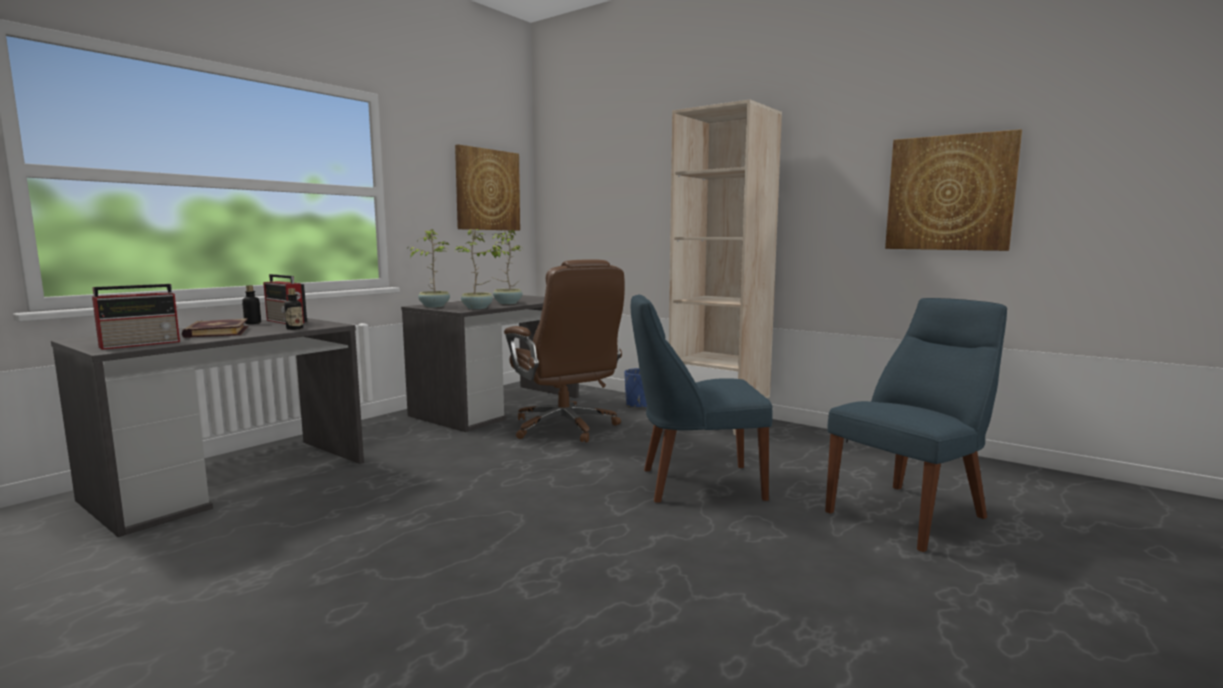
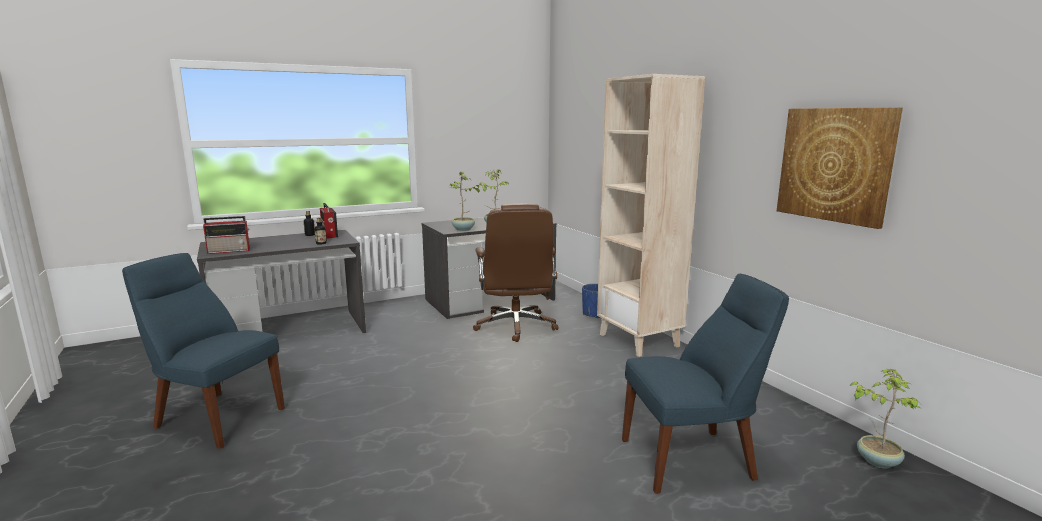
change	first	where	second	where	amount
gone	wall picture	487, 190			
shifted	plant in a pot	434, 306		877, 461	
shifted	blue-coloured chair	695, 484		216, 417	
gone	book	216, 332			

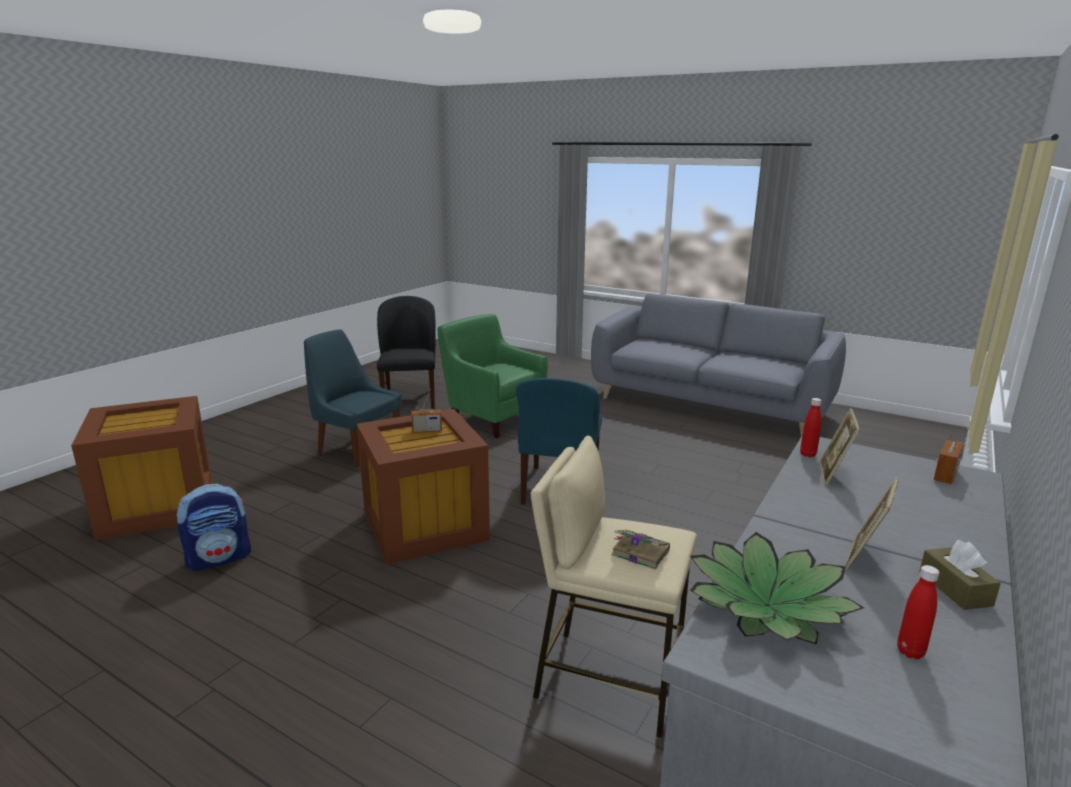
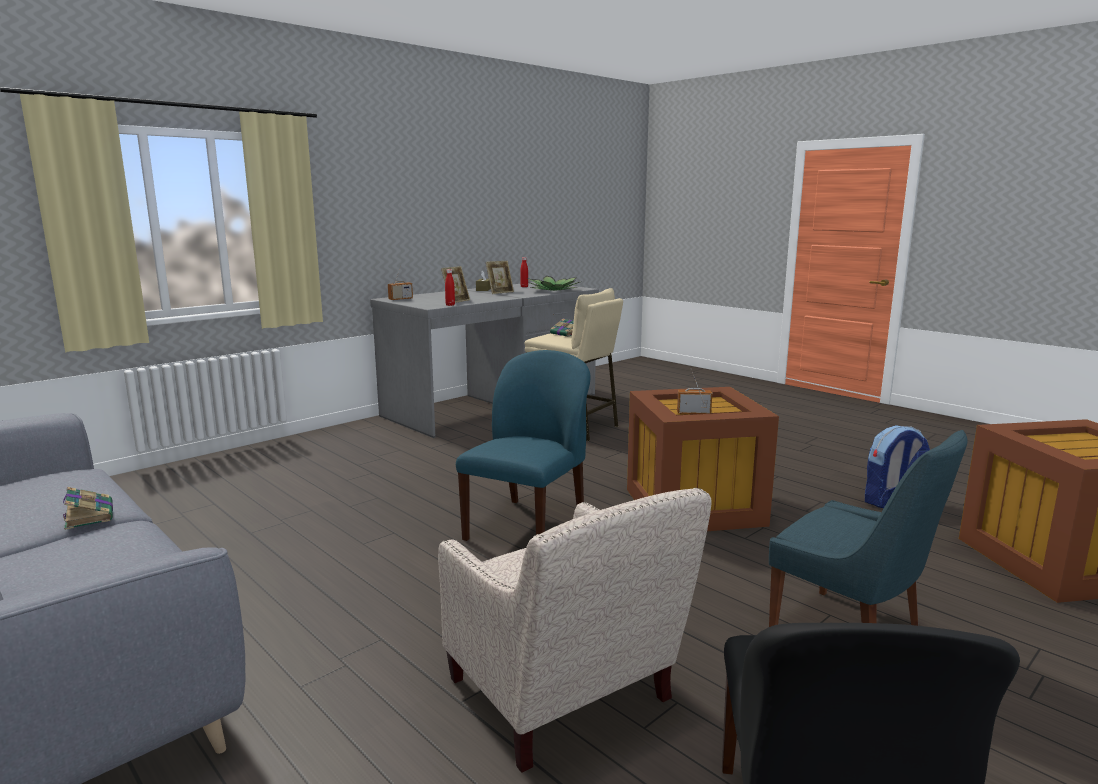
change	first	where	second	where	amount
repainted	green-coloured easy chair	494, 418	beige easy chair	564, 699	
new			book	89, 515	

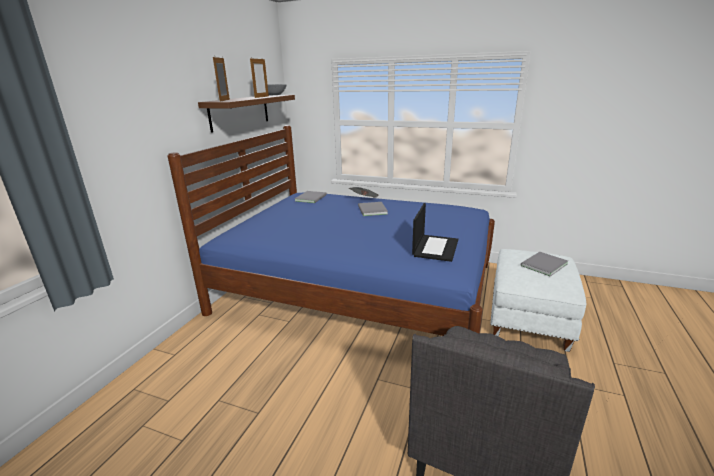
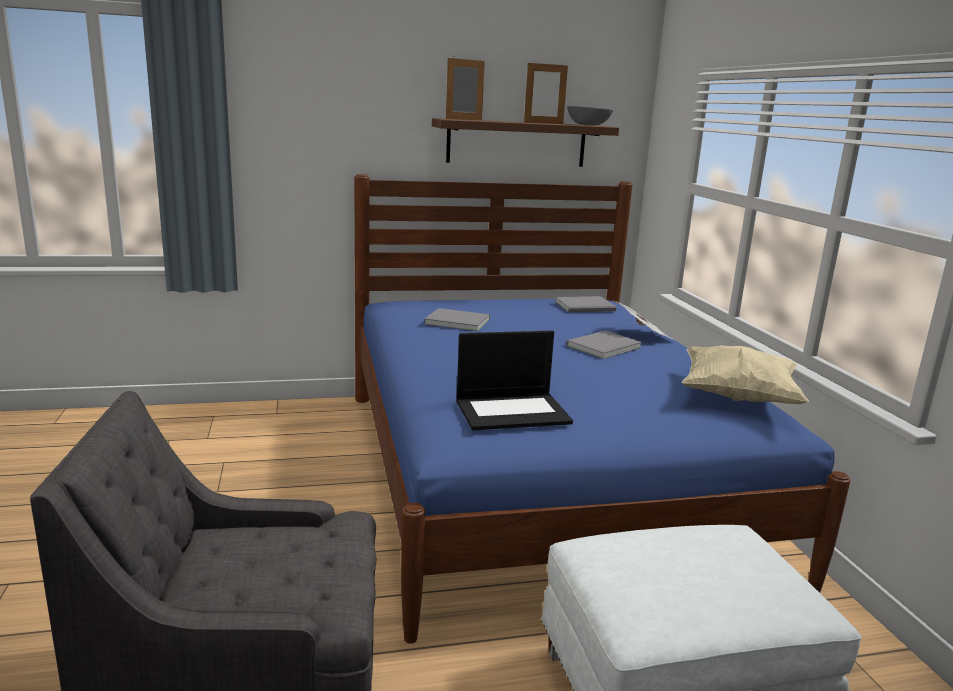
change	first	where	second	where	amount
shifted	grey book	542, 265		456, 321	
new			beige pillow	737, 397	

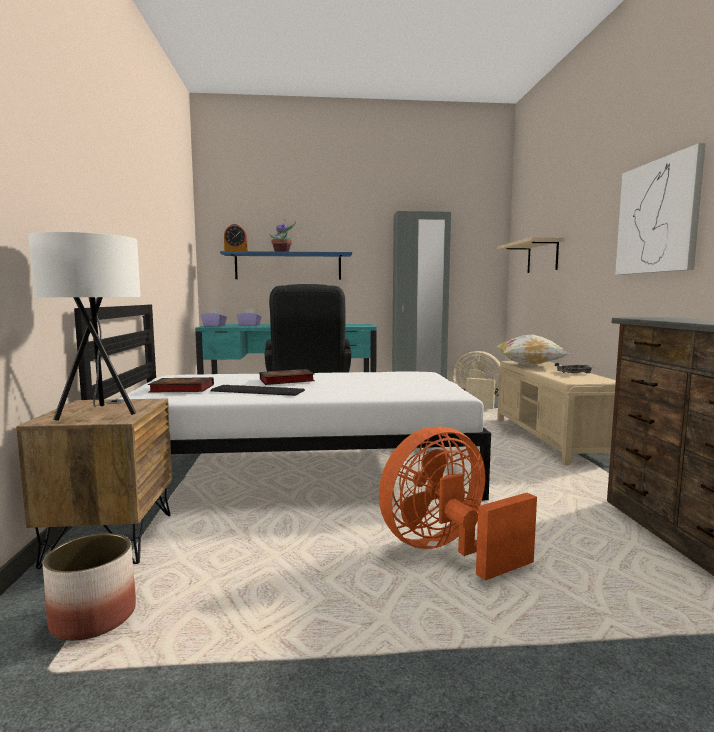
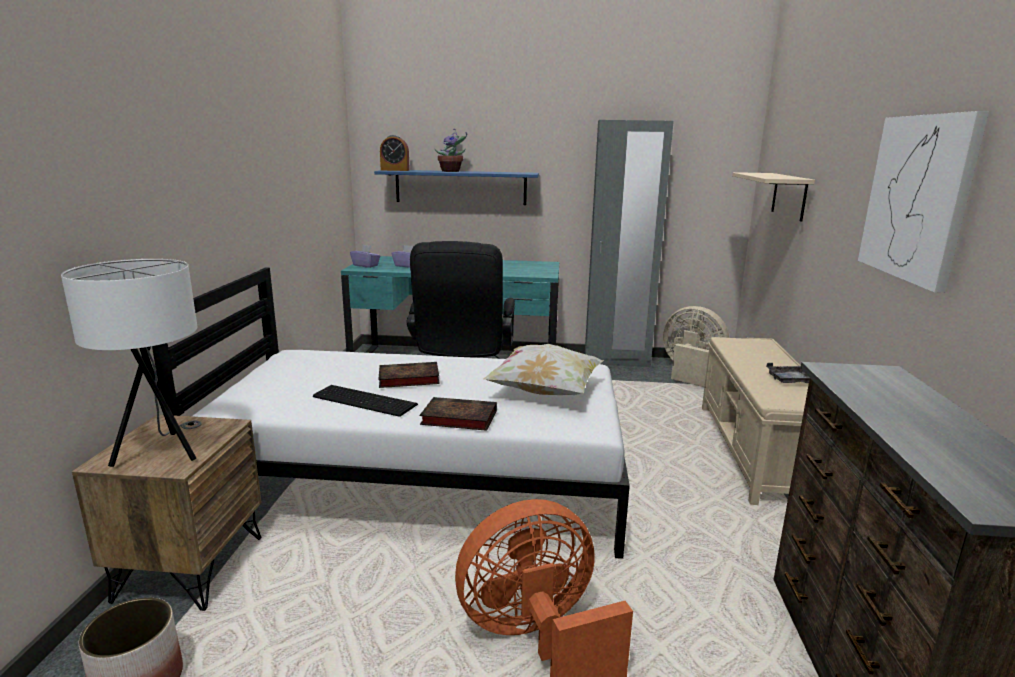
change	first	where	second	where	amount
shifted	pillow	530, 365		545, 392	
shifted	book	180, 389		457, 418	

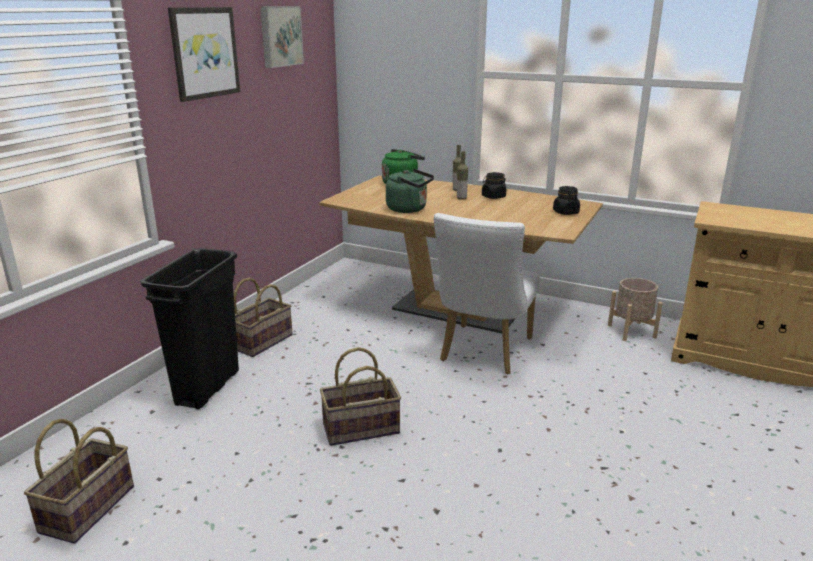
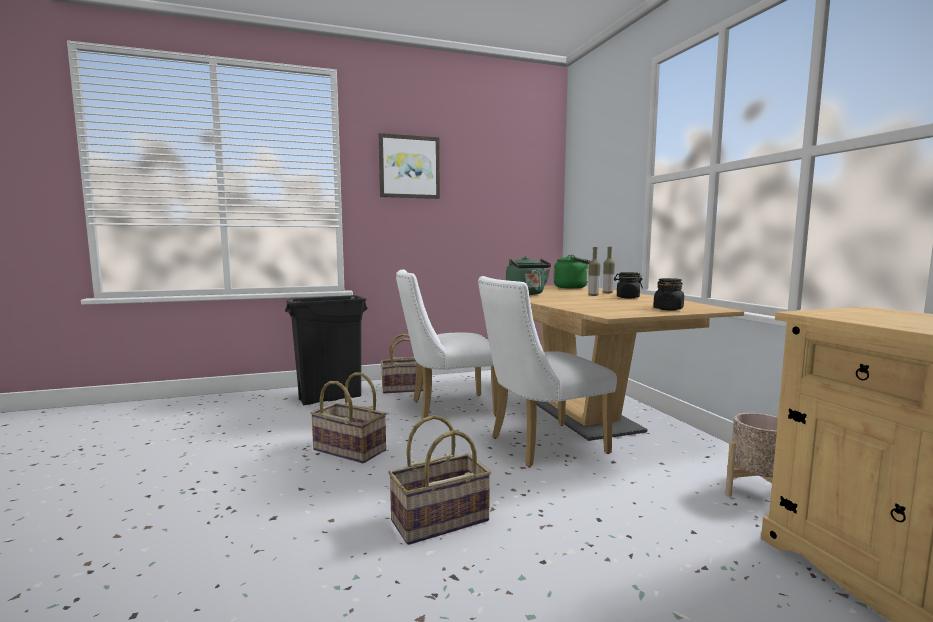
change	first	where	second	where	amount
gone	wall picture	280, 36			
shifted	storage basket	88, 509		440, 521	
new			whitish chair	446, 408	

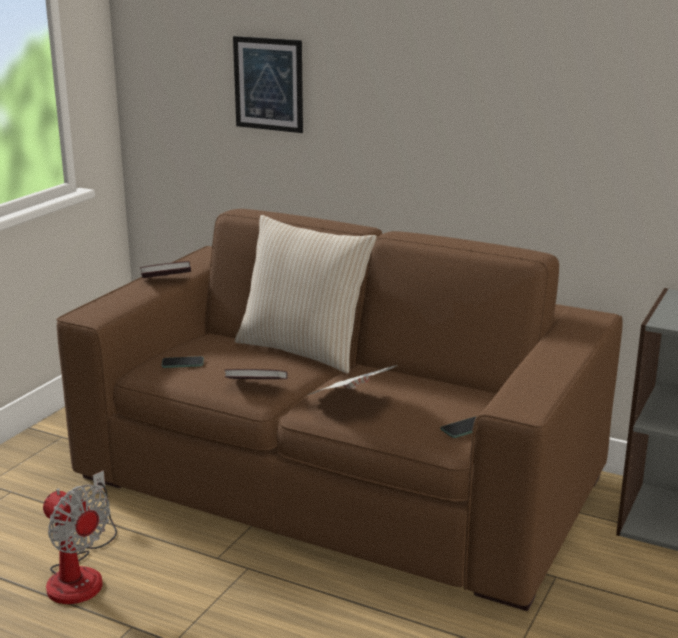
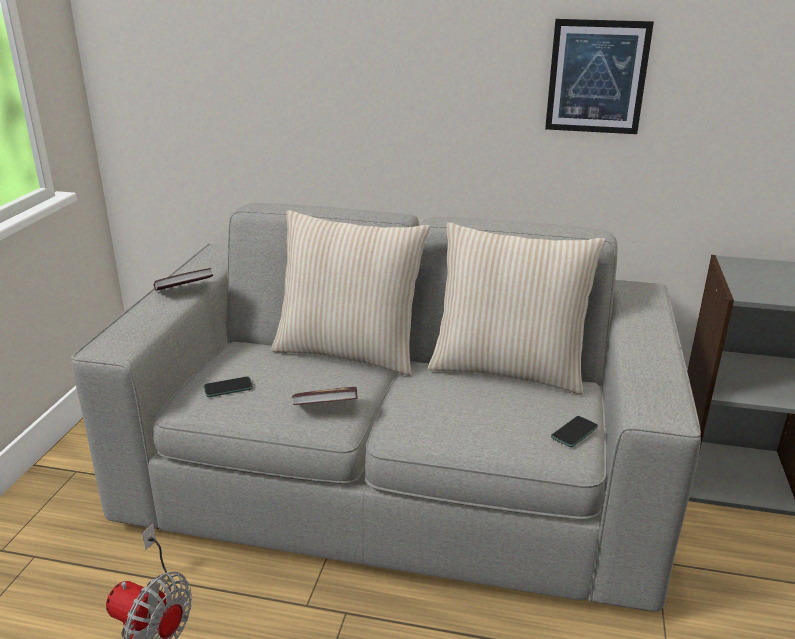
change	first	where	second	where	amount
shifted	wall picture	268, 84		597, 77	
repainted	brown-coloured sofa	340, 480	grey sofa	397, 479	
gone	daily paper	350, 403			
new			beige pillow	508, 369	

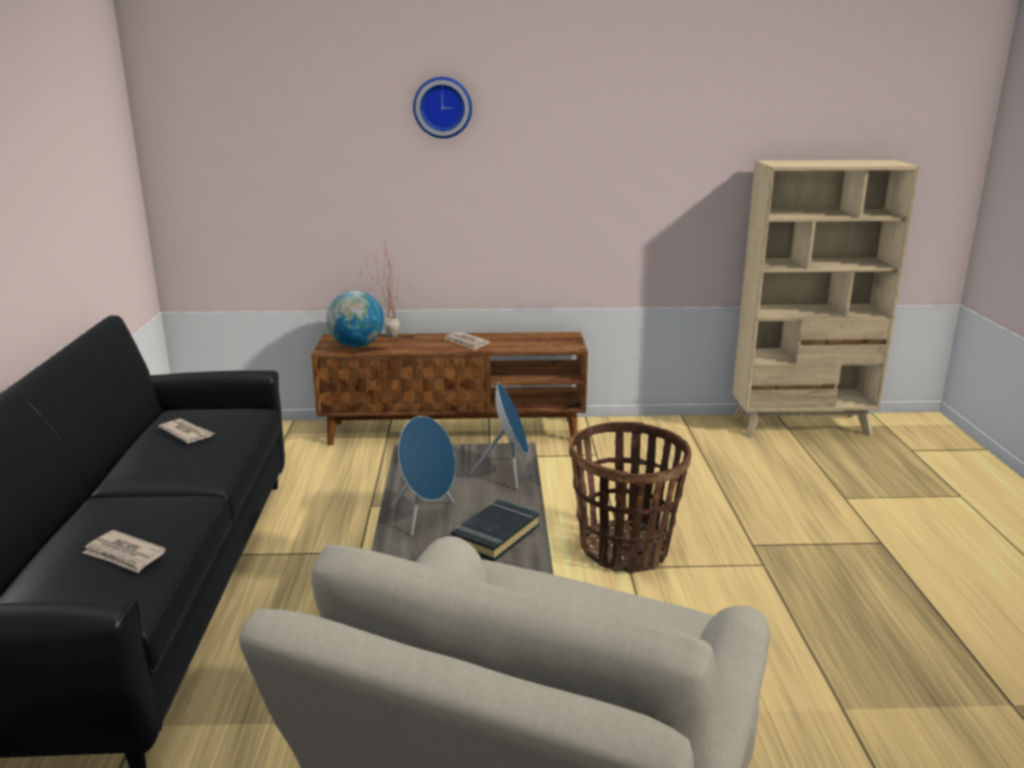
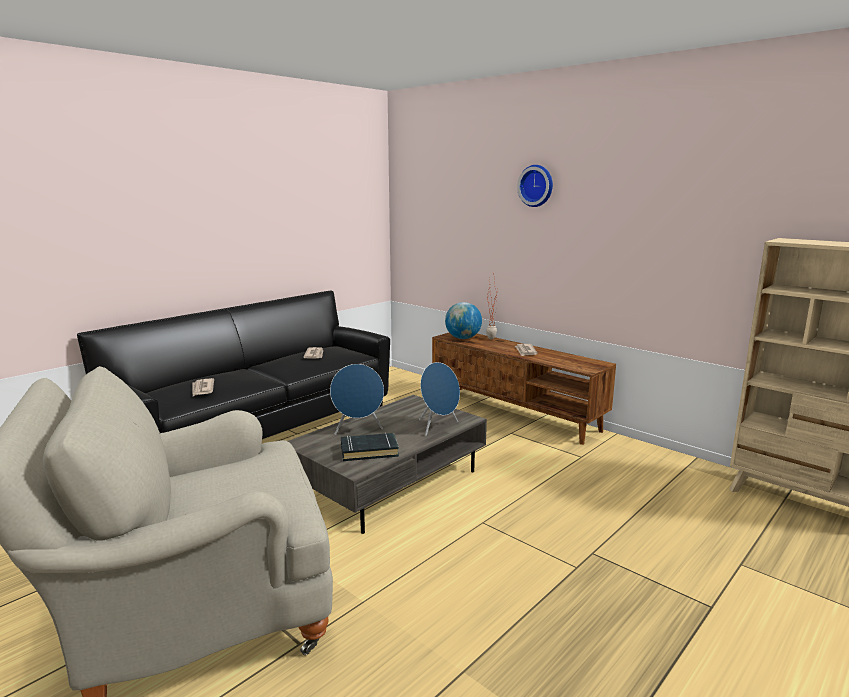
change	first	where	second	where	amount
gone	storage basket	624, 549			

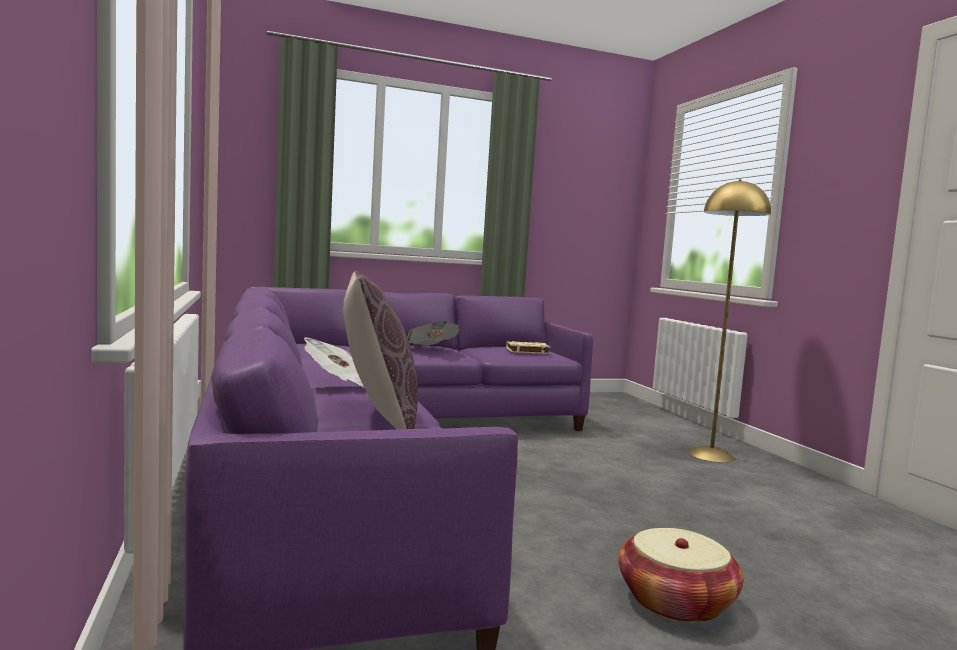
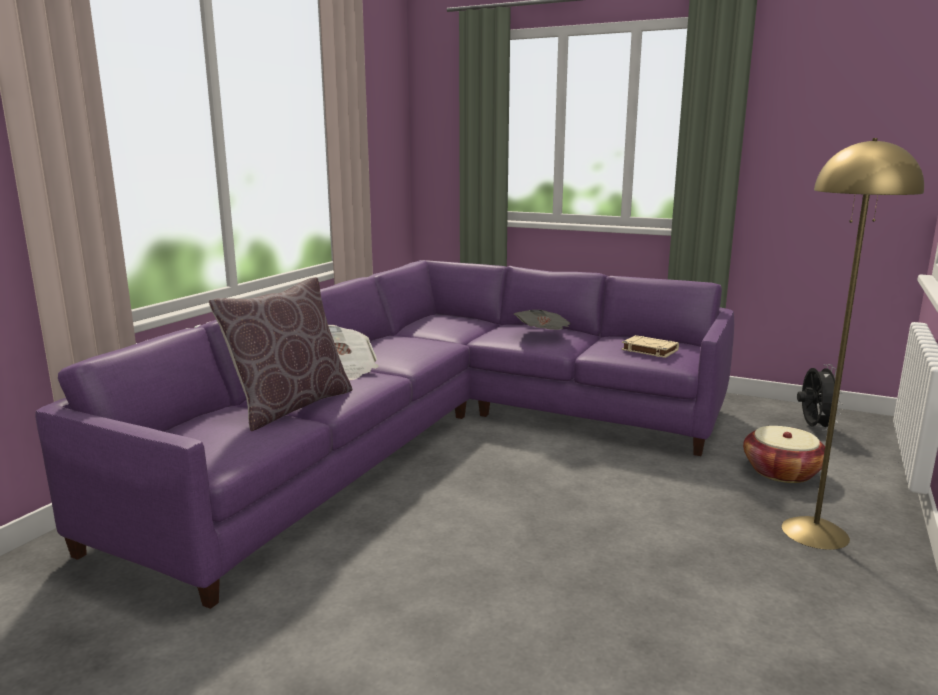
change	first	where	second	where	amount
shifted	storage basket	675, 602		781, 472	
new			blackish electric fan	813, 428	

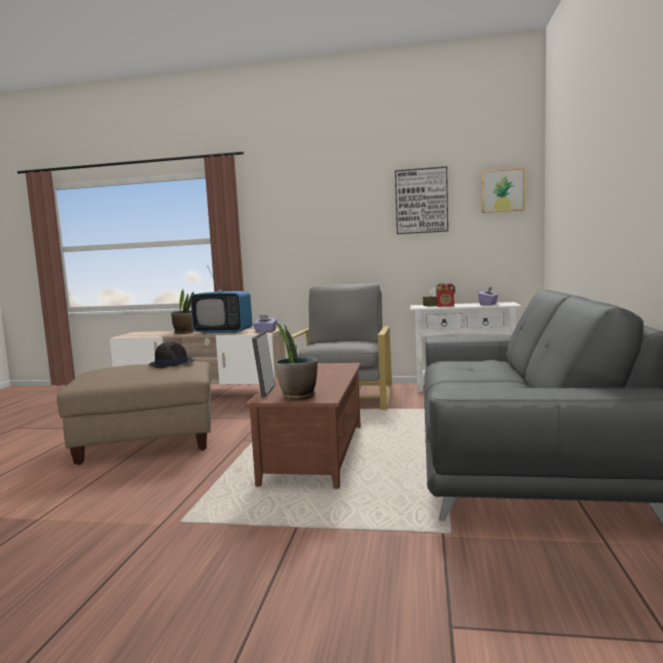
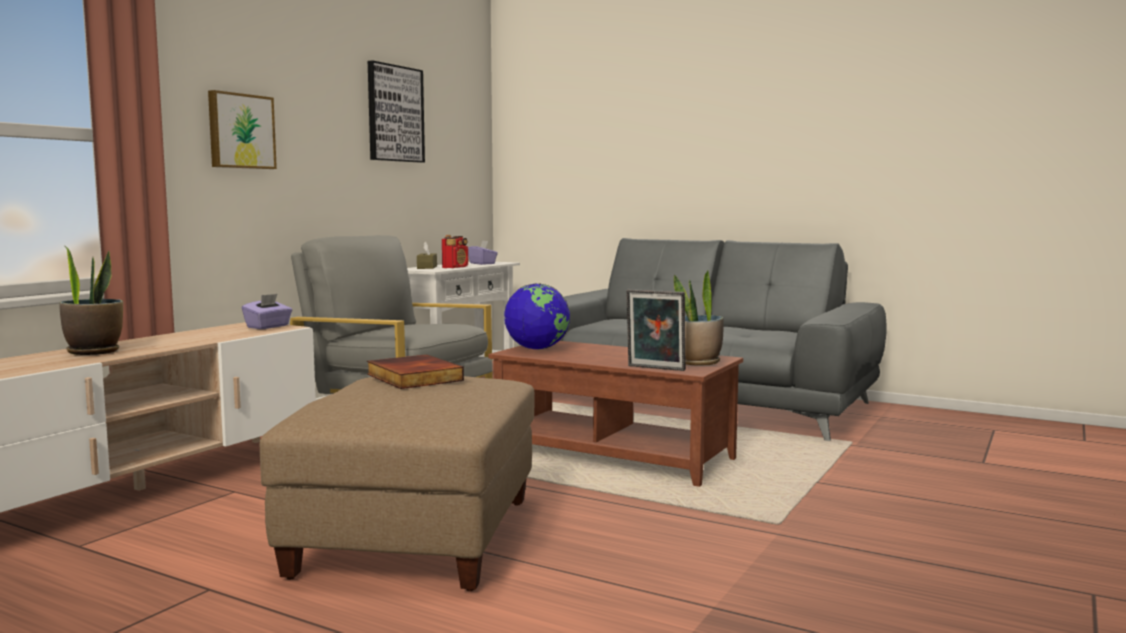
change	first	where	second	where	amount
shifted	wall picture	502, 190		240, 131	
gone	TV	223, 332			
swapped	blackish wearable hat	172, 363	book	412, 377	
new			world globe	537, 349	

